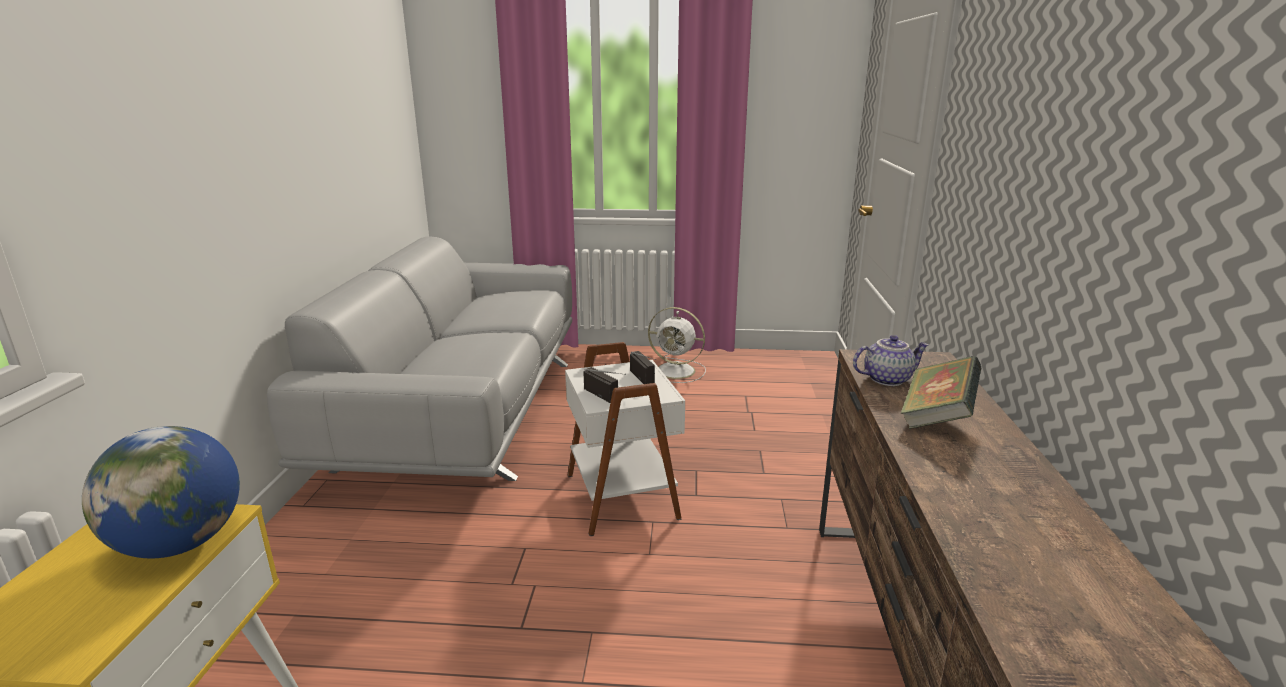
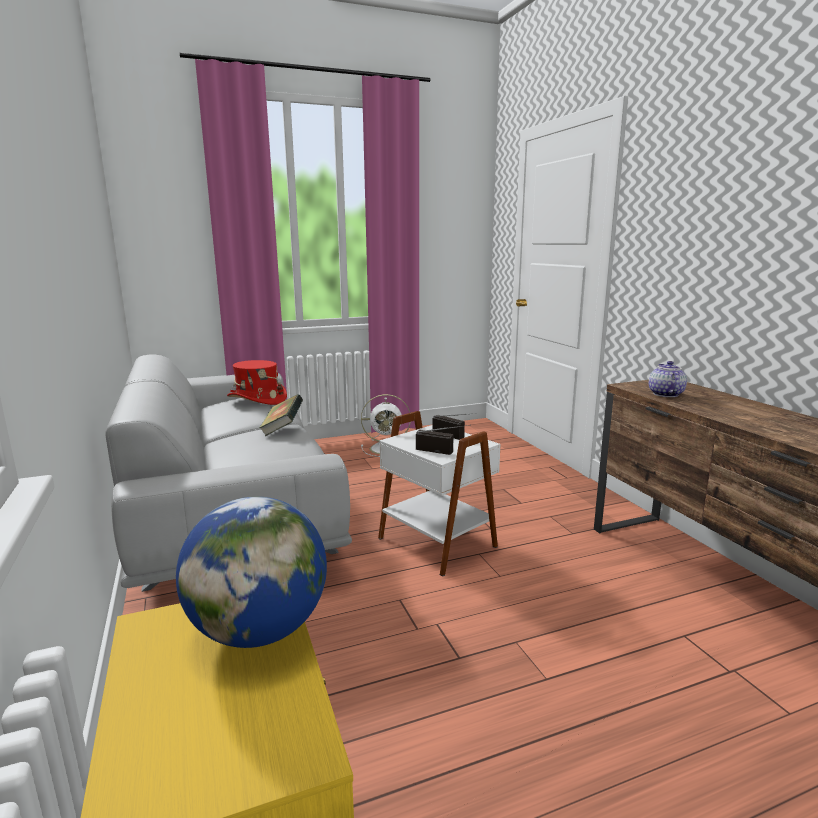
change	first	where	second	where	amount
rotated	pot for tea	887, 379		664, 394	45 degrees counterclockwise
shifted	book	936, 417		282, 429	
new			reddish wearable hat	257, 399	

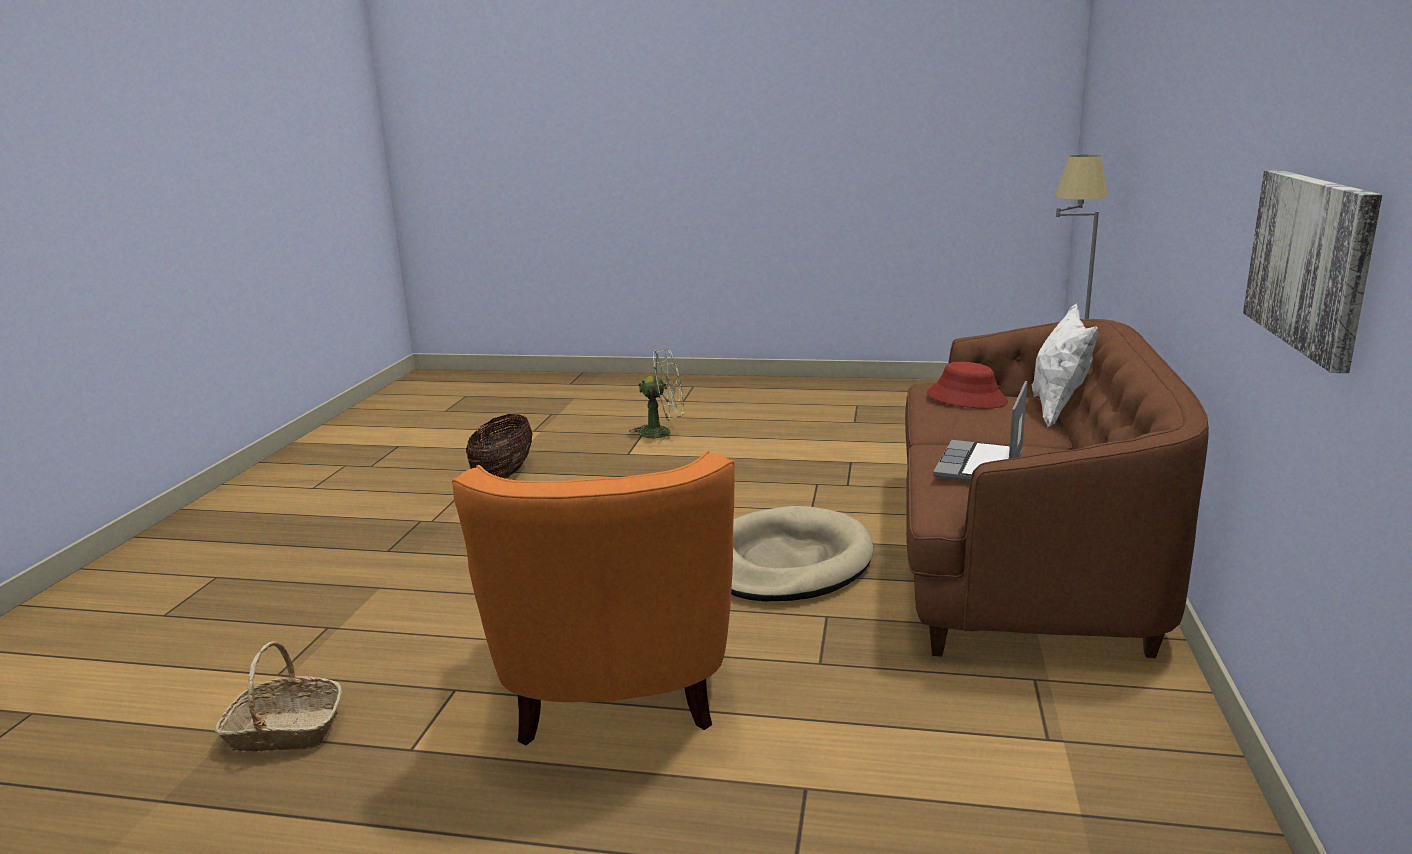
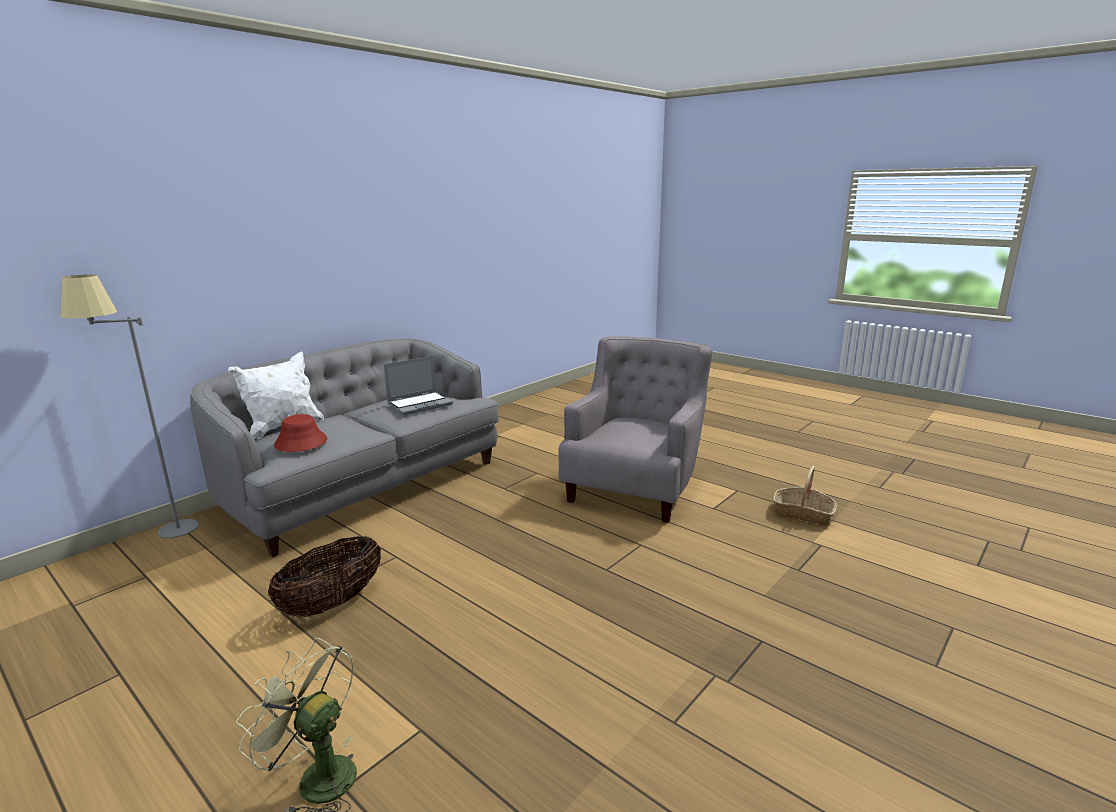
change	first	where	second	where	amount
gone	wall picture	1311, 262			
repainted	brown-coloured sofa	1018, 556	grey sofa	364, 486	
shifted	storage basket	503, 475		332, 603	
repainted	orange easy chair	614, 692	grey easy chair	636, 486	
gone	beige dog cushion	786, 562			

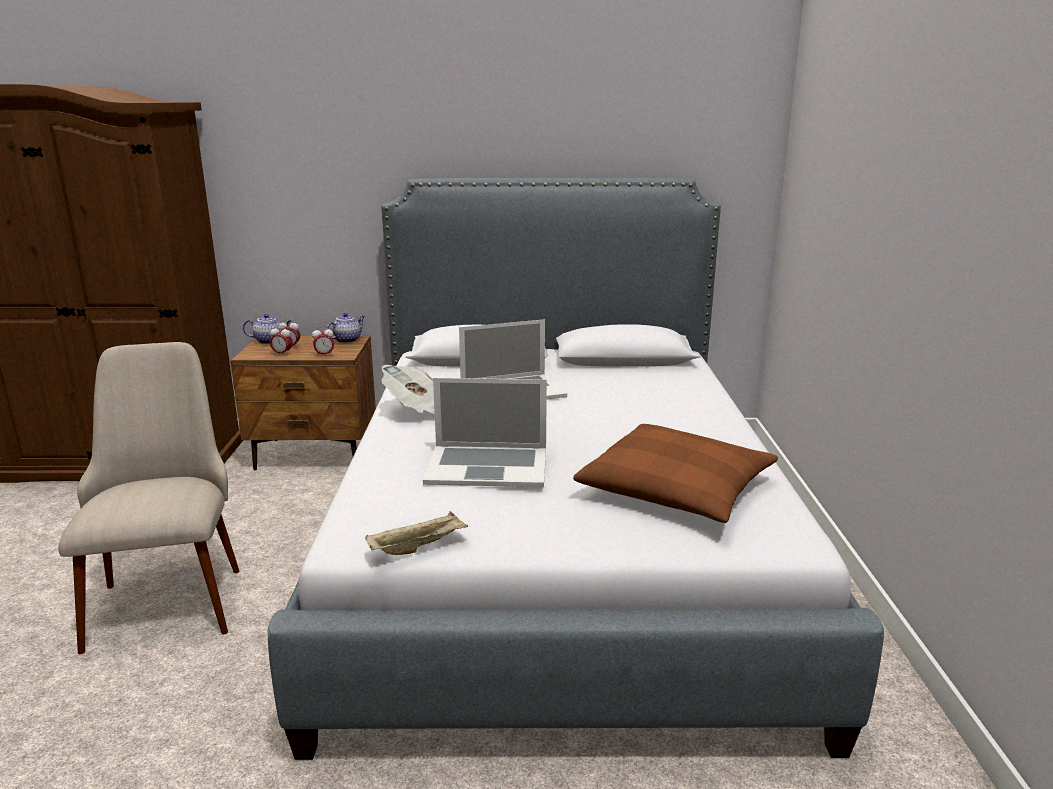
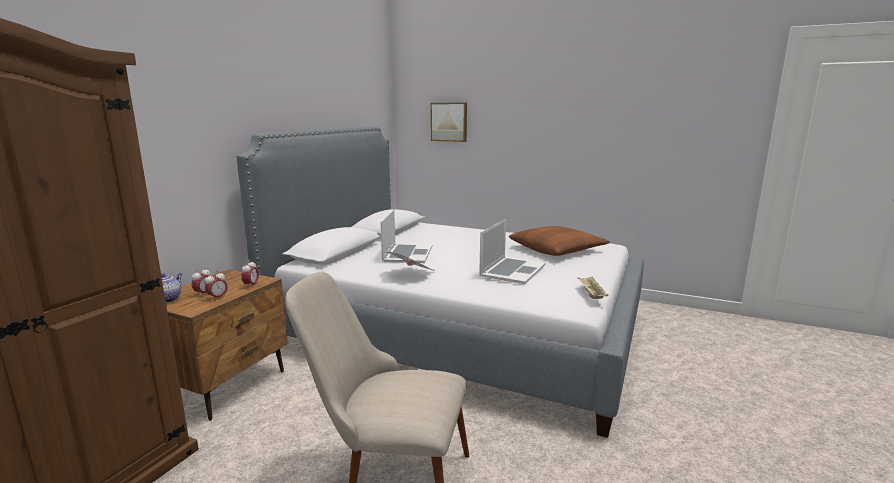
change	first	where	second	where	amount
gone	pot for tea	347, 340			
new			wall picture	449, 122	

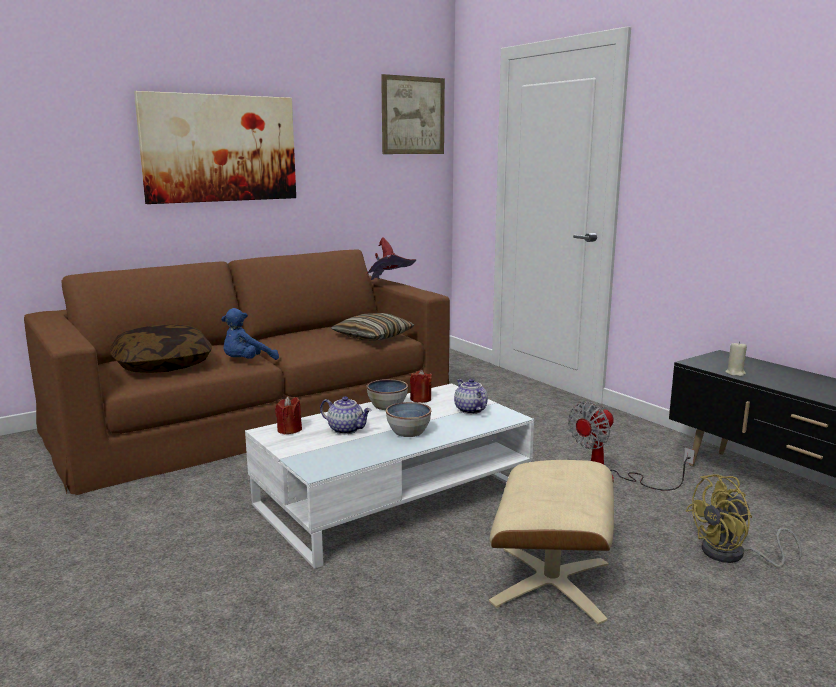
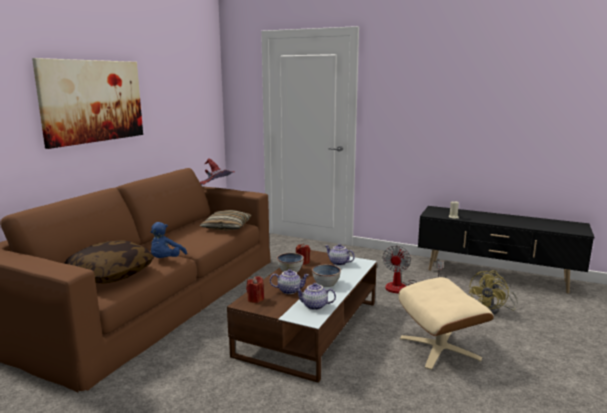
change	first	where	second	where	amount
gone	wall picture	413, 115			
repainted	whitish low table	393, 497	brown-coloured low table	309, 327	
new			pot for tea	314, 306	

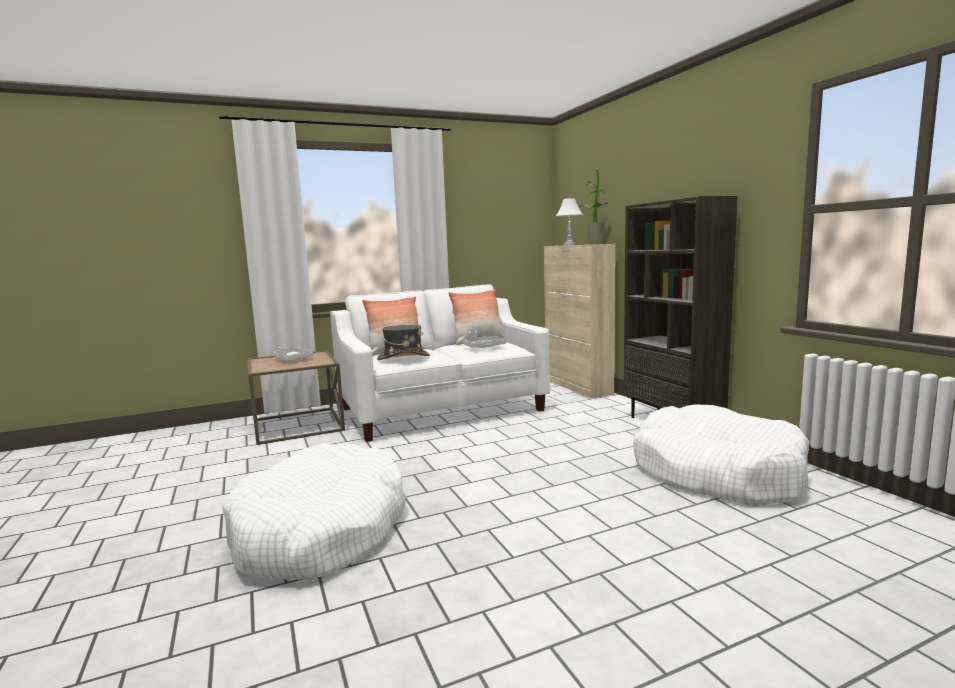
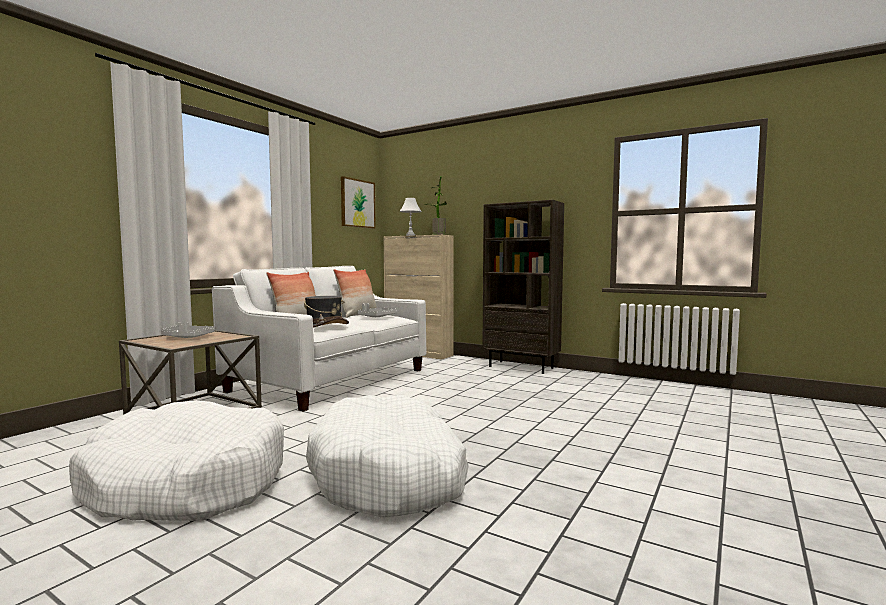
change	first	where	second	where	amount
shifted	whitish dog cushion	716, 473		186, 483	
new			wall picture	357, 203	

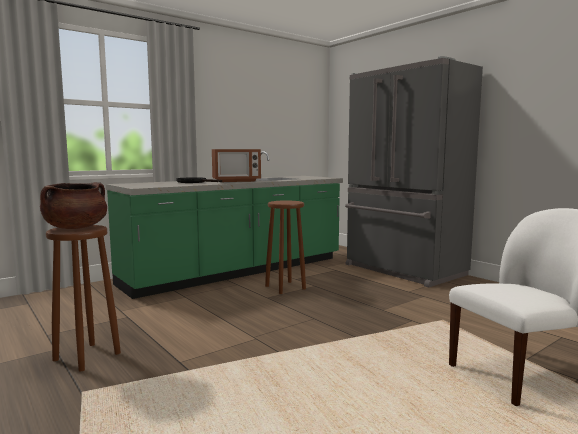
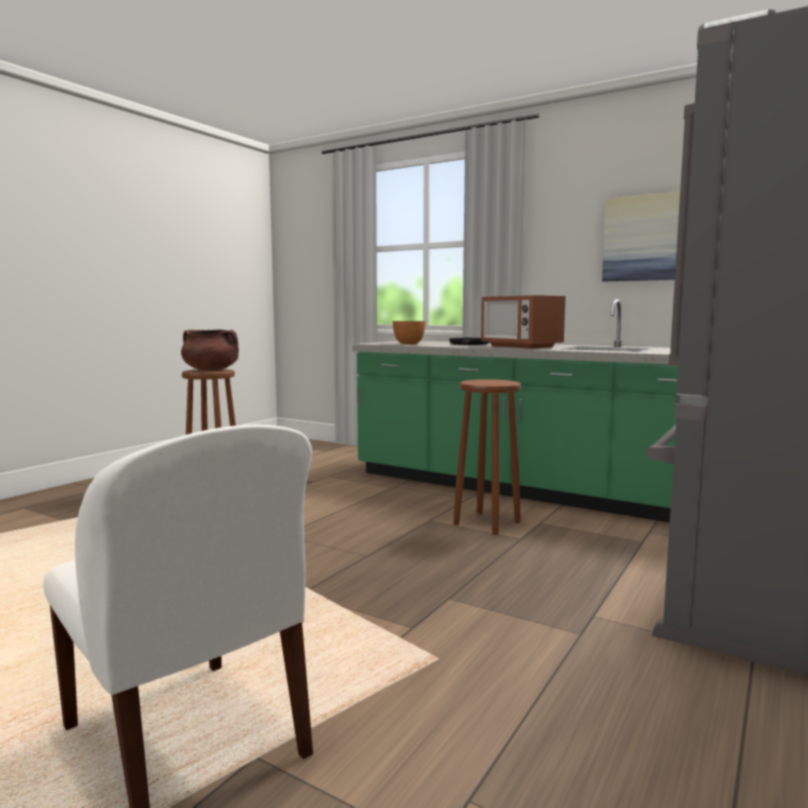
change	first	where	second	where	amount
new			wall picture	640, 238	
new			serving bowl	408, 344	

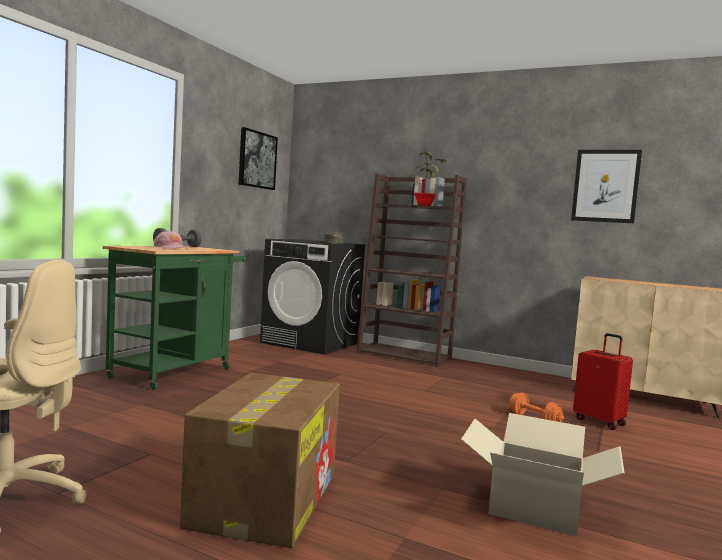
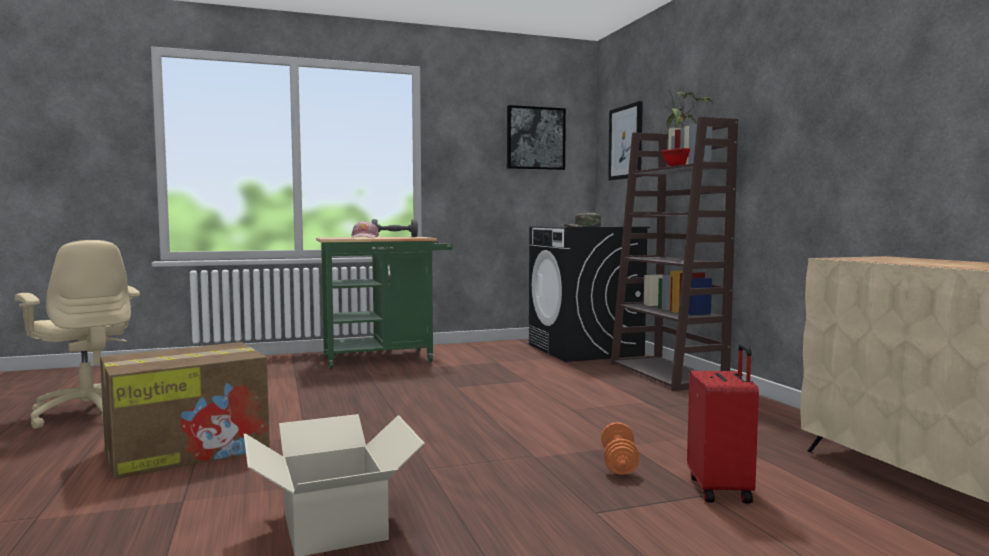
change	first	where	second	where	amount
shifted	wall picture	605, 186		626, 142	

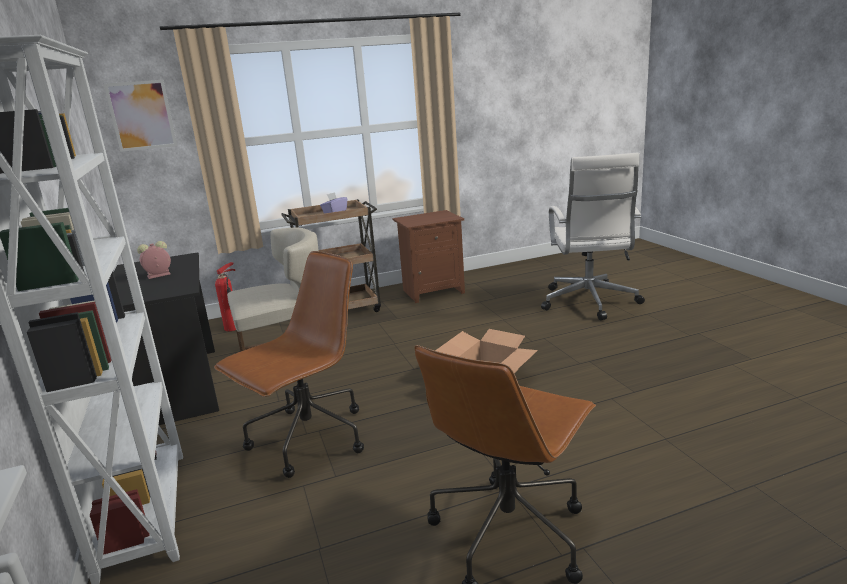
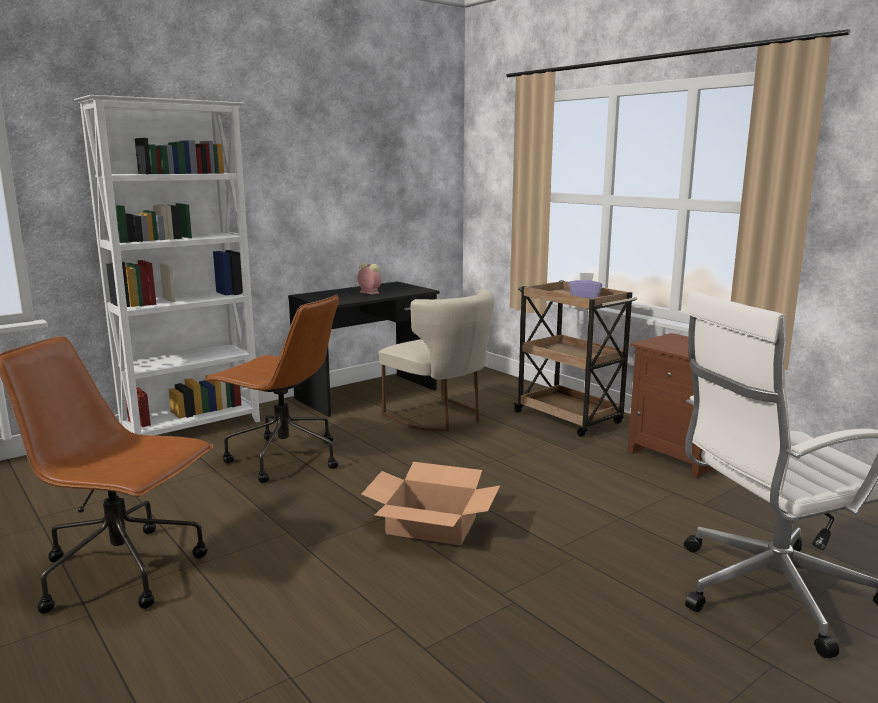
change	first	where	second	where	amount
gone	wall picture	141, 115			
gone	fire extinguisher	234, 328			

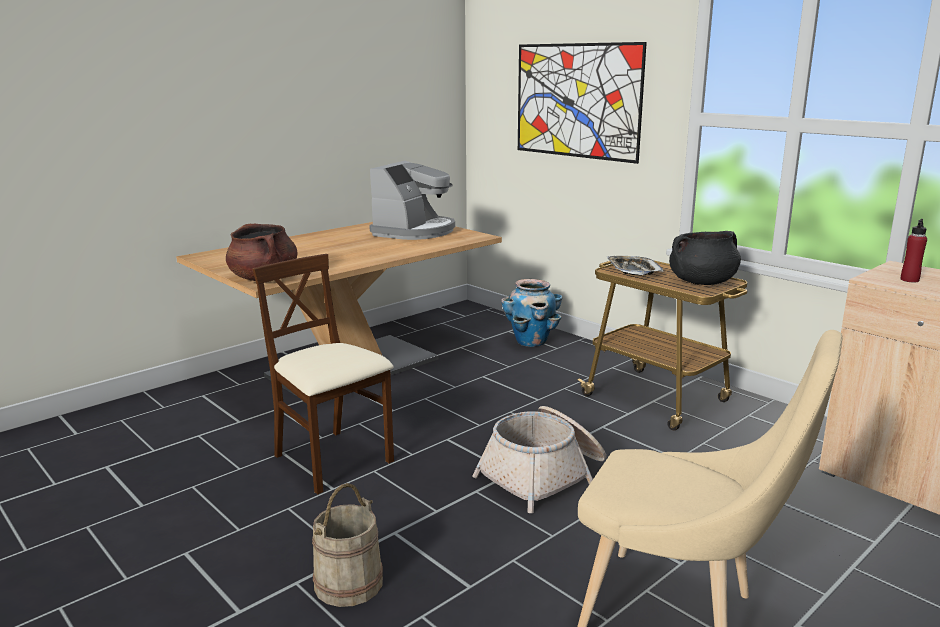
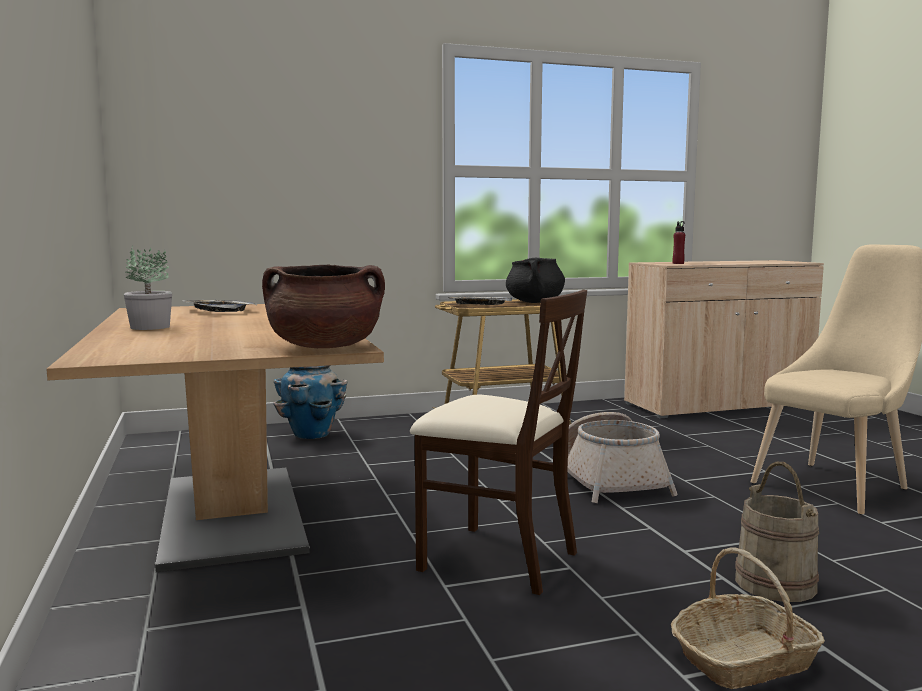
change	first	where	second	where	amount
gone	wall picture	576, 101			
swapped	coffee brewer	415, 231	tray	218, 311	
rotated	beige chair	332, 460		497, 559	135 degrees counterclockwise
new			plant in a pot	150, 327	
new			storage basket	744, 660	

